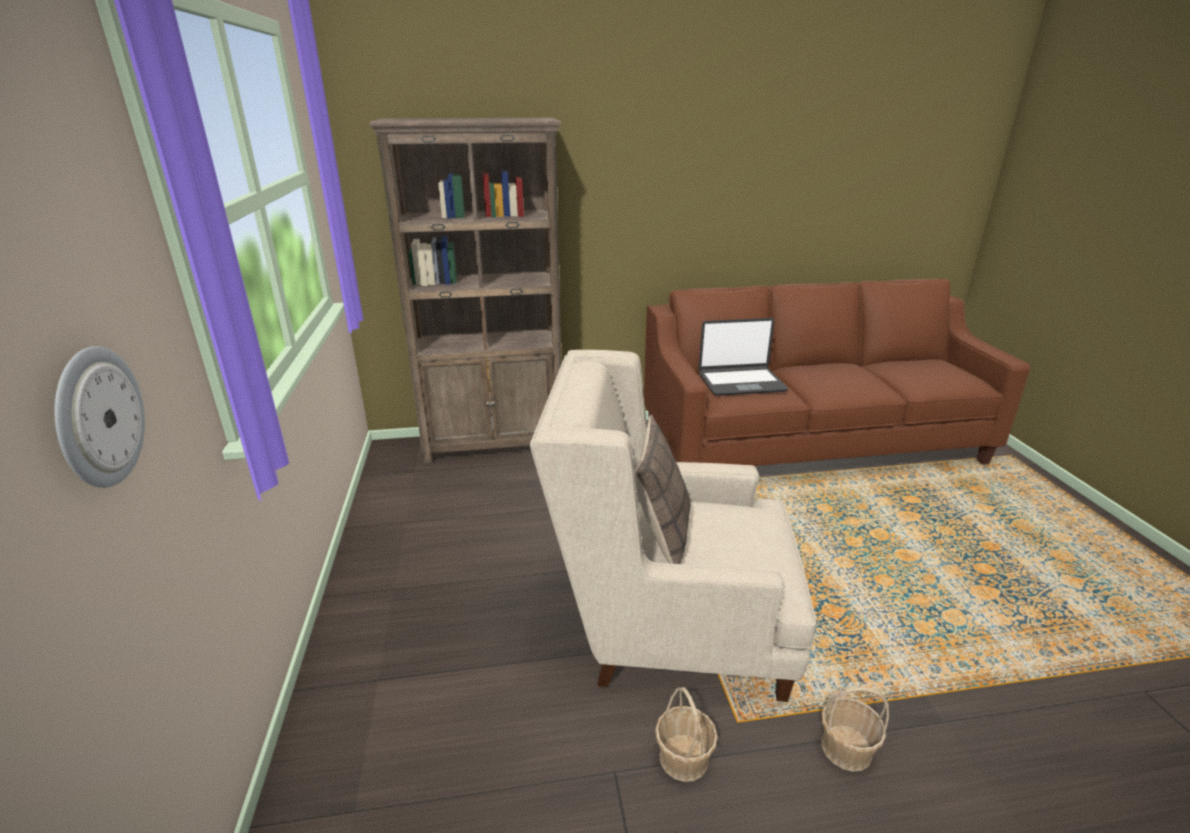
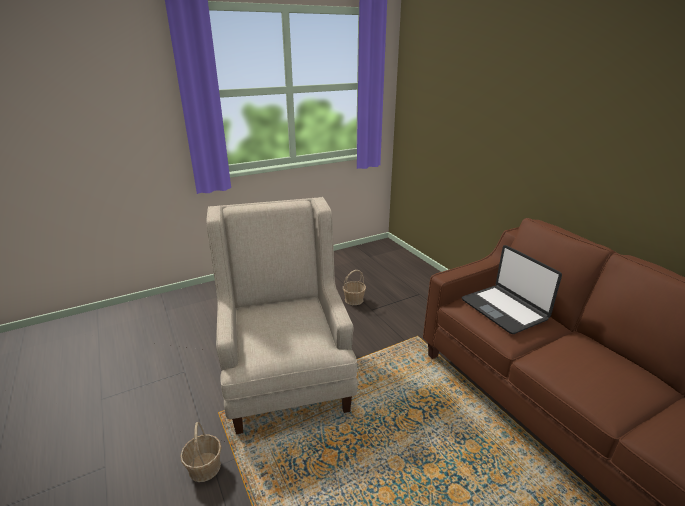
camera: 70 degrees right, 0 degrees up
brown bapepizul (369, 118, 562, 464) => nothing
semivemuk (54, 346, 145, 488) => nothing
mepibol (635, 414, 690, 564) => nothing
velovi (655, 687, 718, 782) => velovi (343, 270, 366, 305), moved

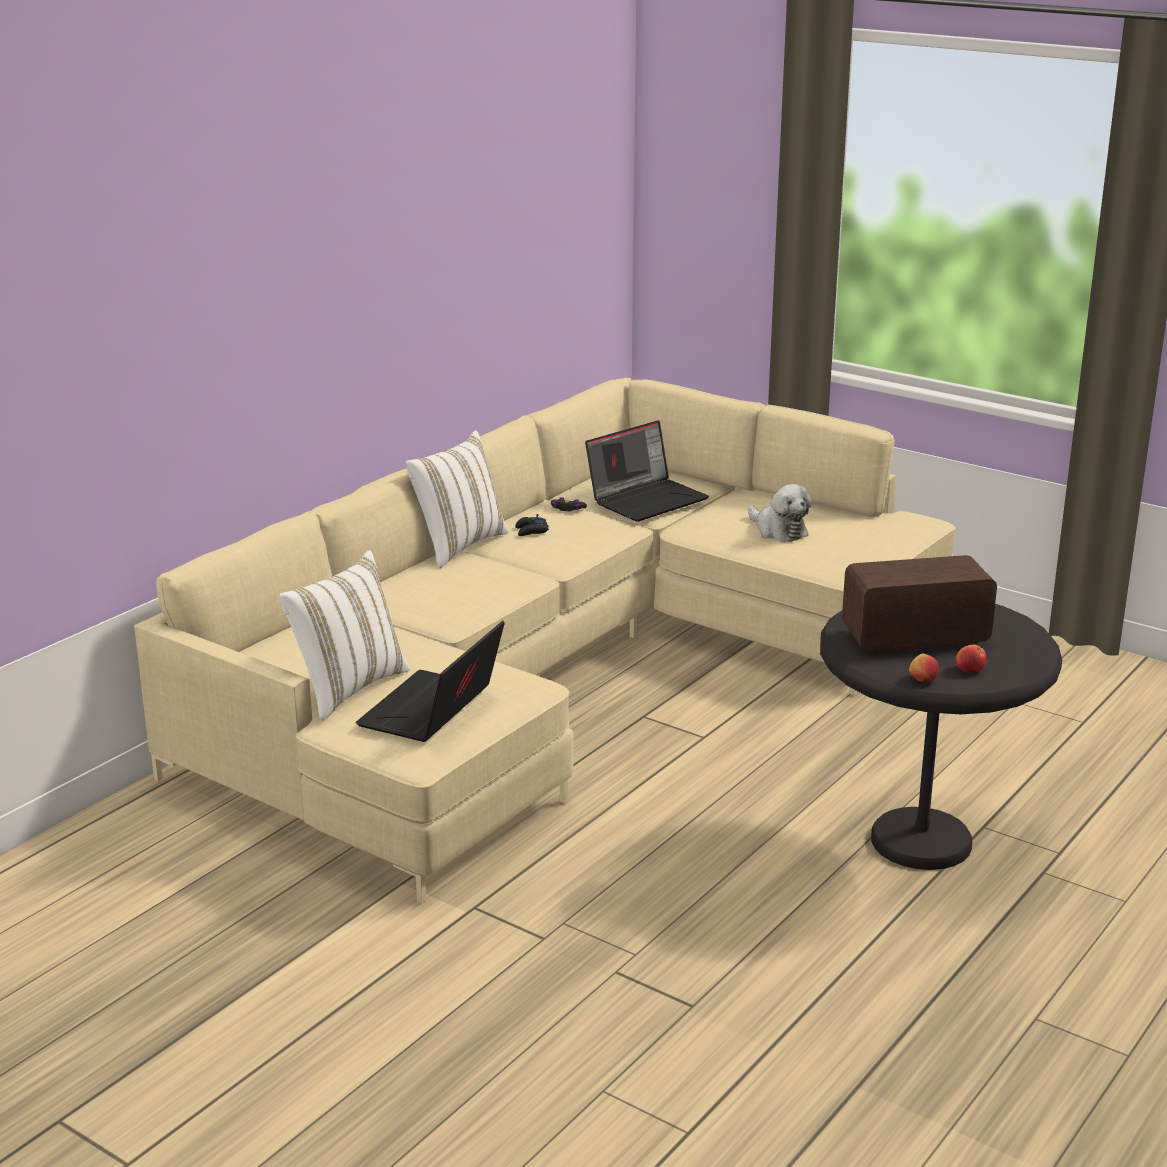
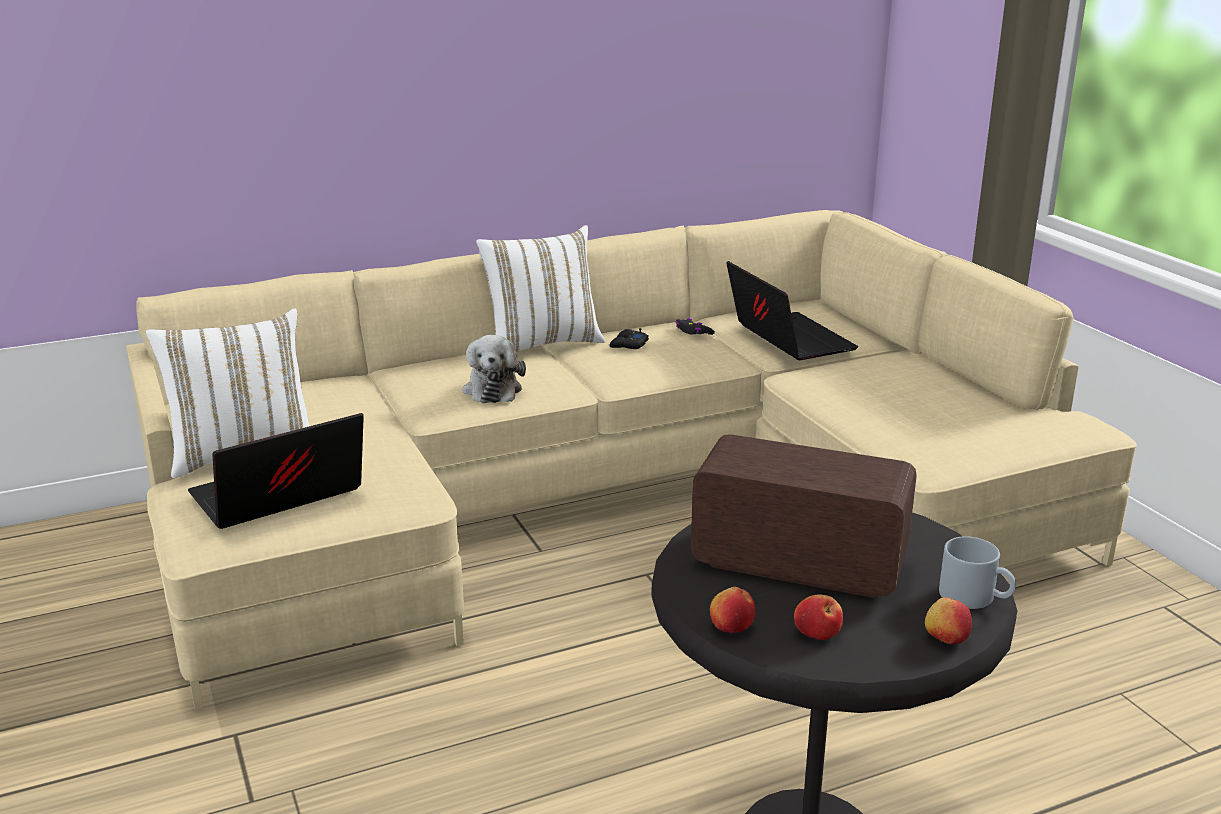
camera: 30 degrees right, 0 degrees up
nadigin (585, 420, 709, 522) => nadigin (726, 261, 858, 360), 105 degrees counterclockwise
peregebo (748, 484, 812, 542) => peregebo (462, 335, 526, 403), moved
nothing => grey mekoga (939, 536, 1016, 609)
nothing => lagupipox (925, 597, 972, 644)

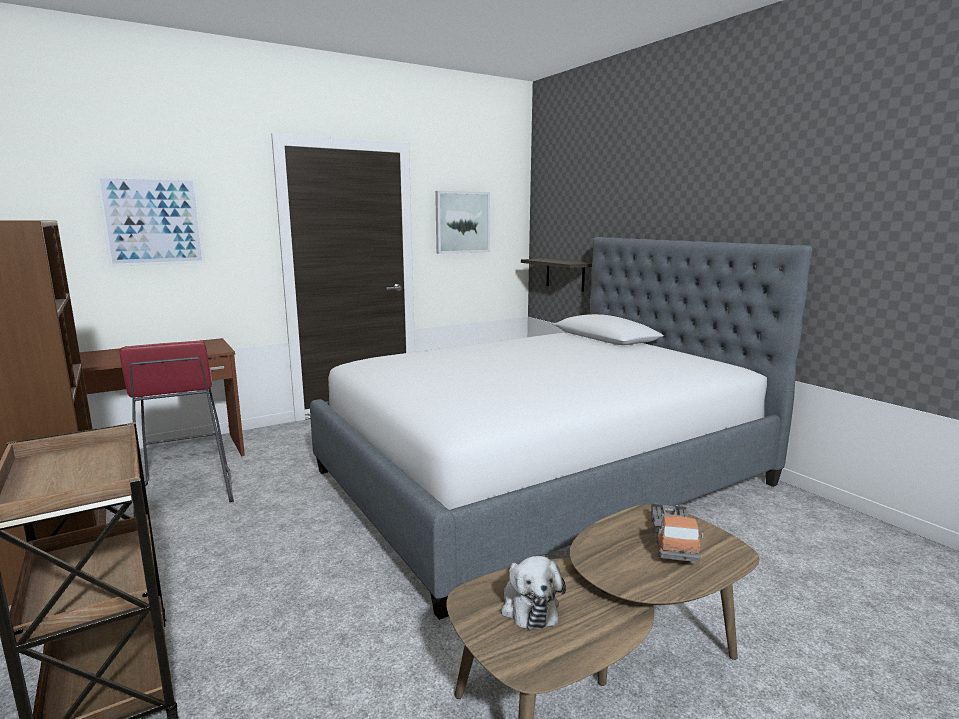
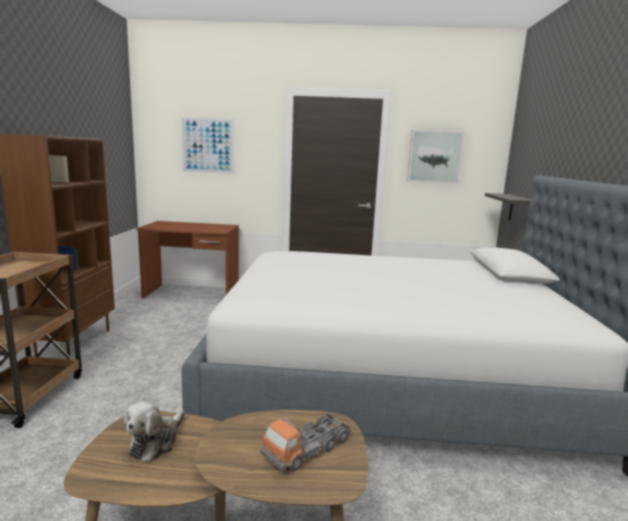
camera: 35 degrees right, 0 degrees up
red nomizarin (119, 341, 234, 517) => nothing

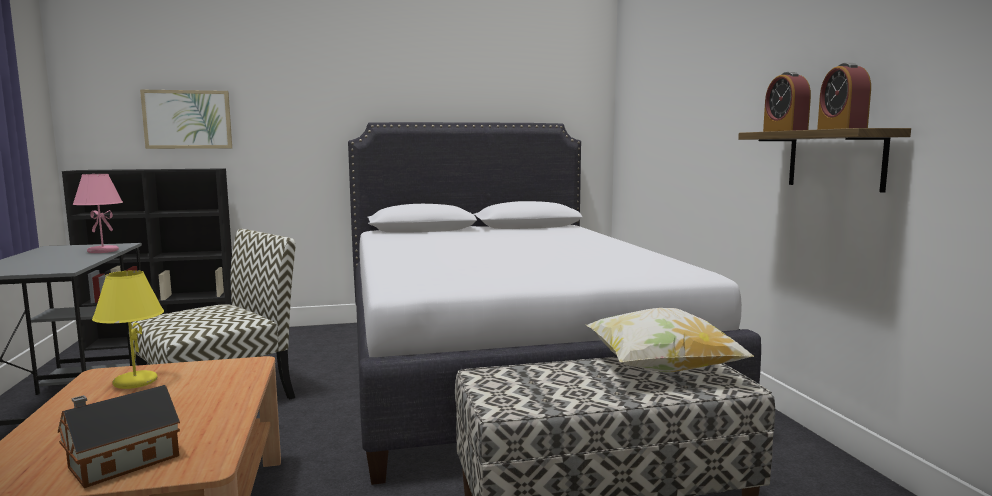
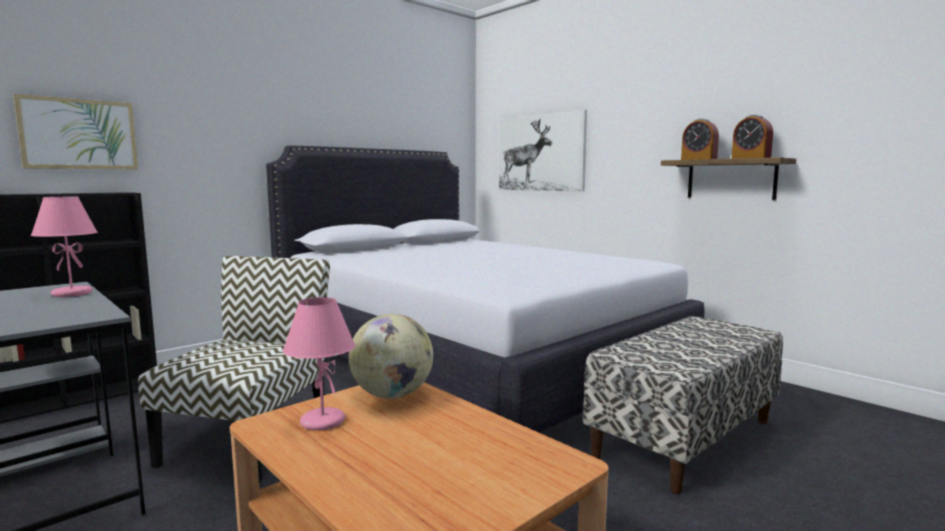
camera: 30 degrees left, 0 degrees up
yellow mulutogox (92, 270, 164, 389) => pink mulutogox (283, 297, 355, 431)
mepibol (586, 308, 754, 373) => nothing
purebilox (58, 385, 180, 488) => nothing
nothing => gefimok (499, 109, 587, 192)
nothing => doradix (349, 314, 433, 399)

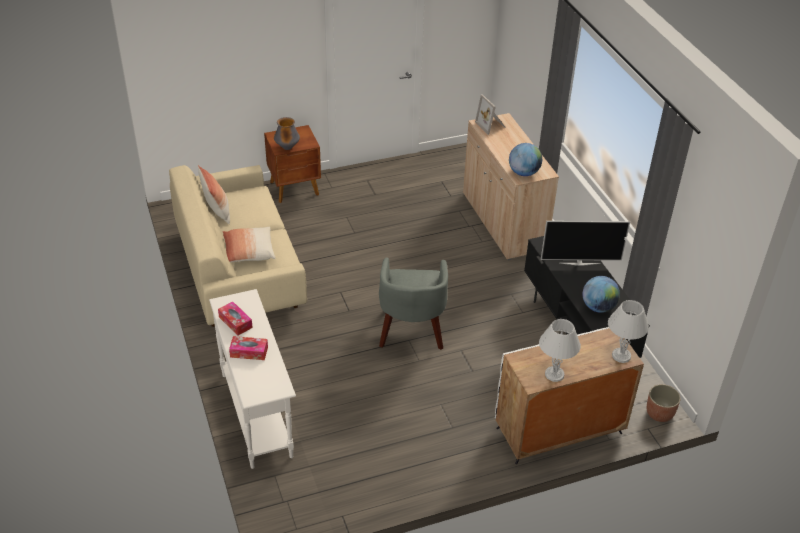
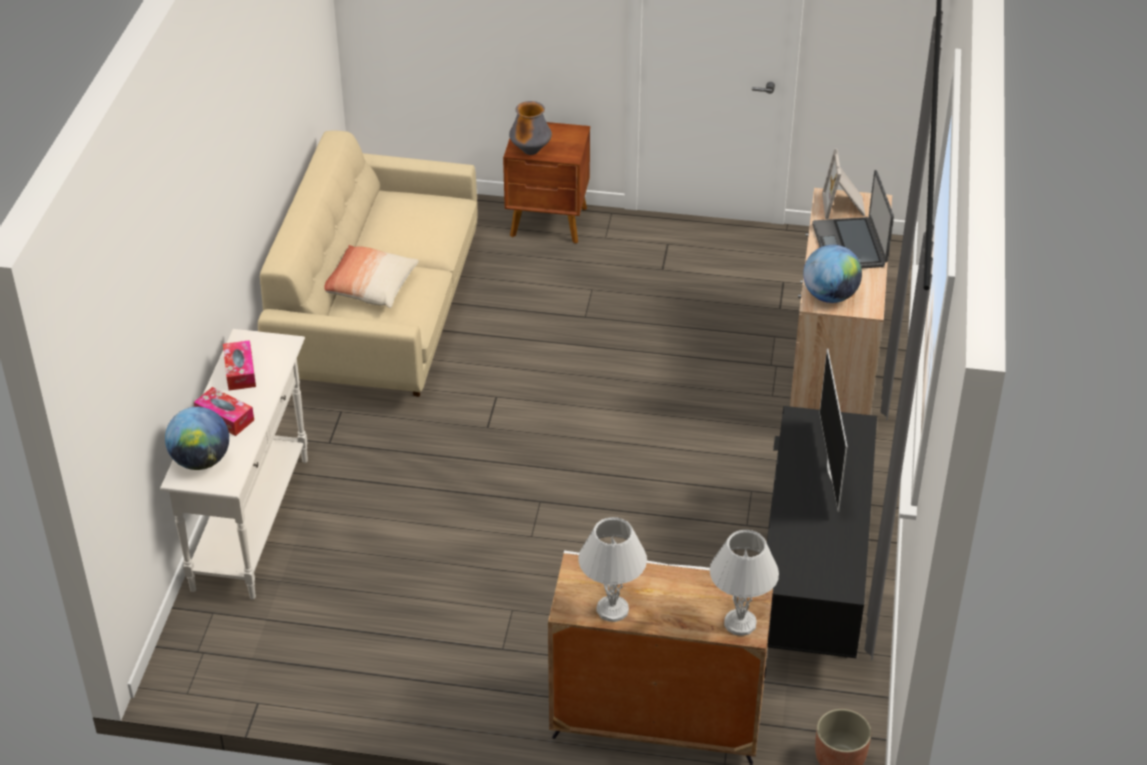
camera: 30 degrees right, 0 degrees up
mepibol (198, 165, 230, 224) => nothing
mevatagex (541, 221, 630, 266) => mevatagex (820, 348, 848, 512), 60 degrees clockwise
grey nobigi (379, 257, 448, 350) => nothing
doradix (583, 276, 620, 313) => doradix (165, 407, 229, 470), moved
nothing => nadigin (812, 170, 894, 268)

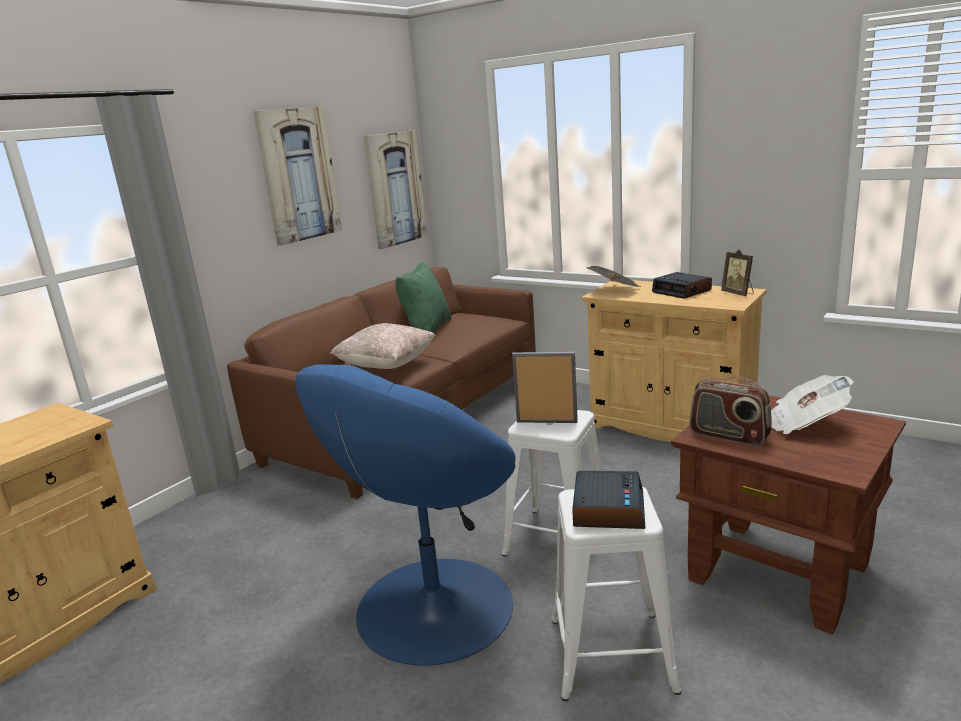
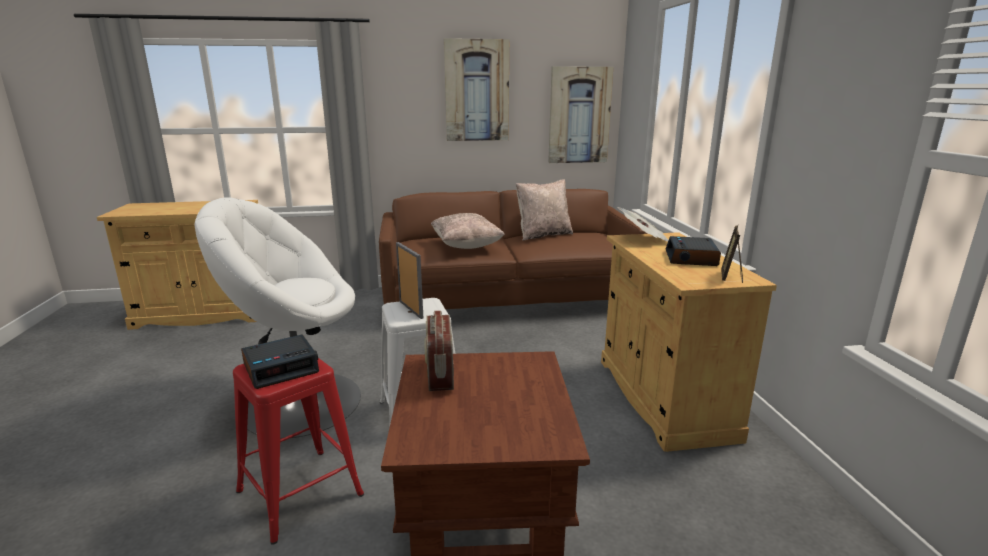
camera: 45 degrees right, 0 degrees up
green mepibol (395, 262, 451, 333) => beige mepibol (516, 179, 573, 241)
blue nobigi (295, 364, 516, 666) => white nobigi (194, 197, 361, 439)
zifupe (771, 375, 854, 434) => nothing
white nomizarin (552, 486, 681, 701) => red nomizarin (233, 358, 364, 545)

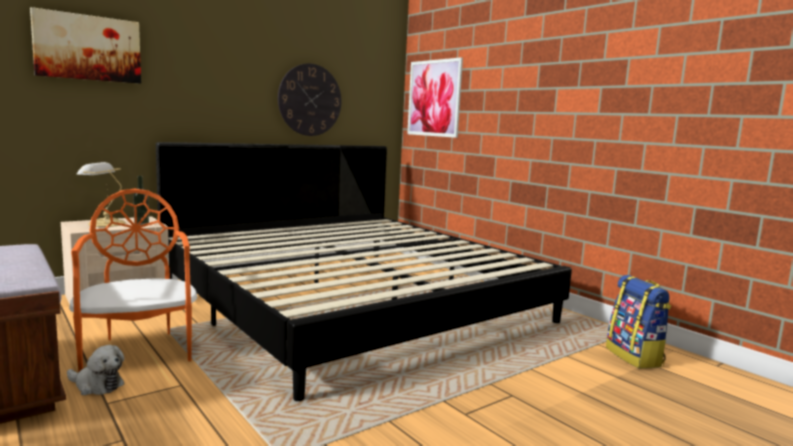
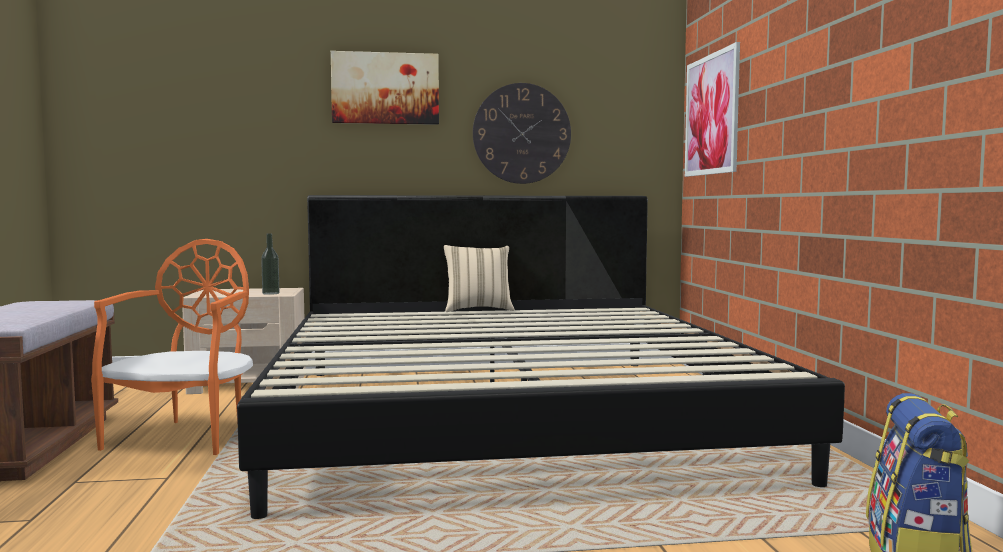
camera: 30 degrees right, 5 degrees down
gefimok (30, 7, 141, 84) => gefimok (331, 51, 439, 125), moved
mulutogox (77, 162, 126, 227) => nothing
peregebo (67, 345, 124, 395) => nothing
nothing => beige mepibol (444, 245, 515, 312)

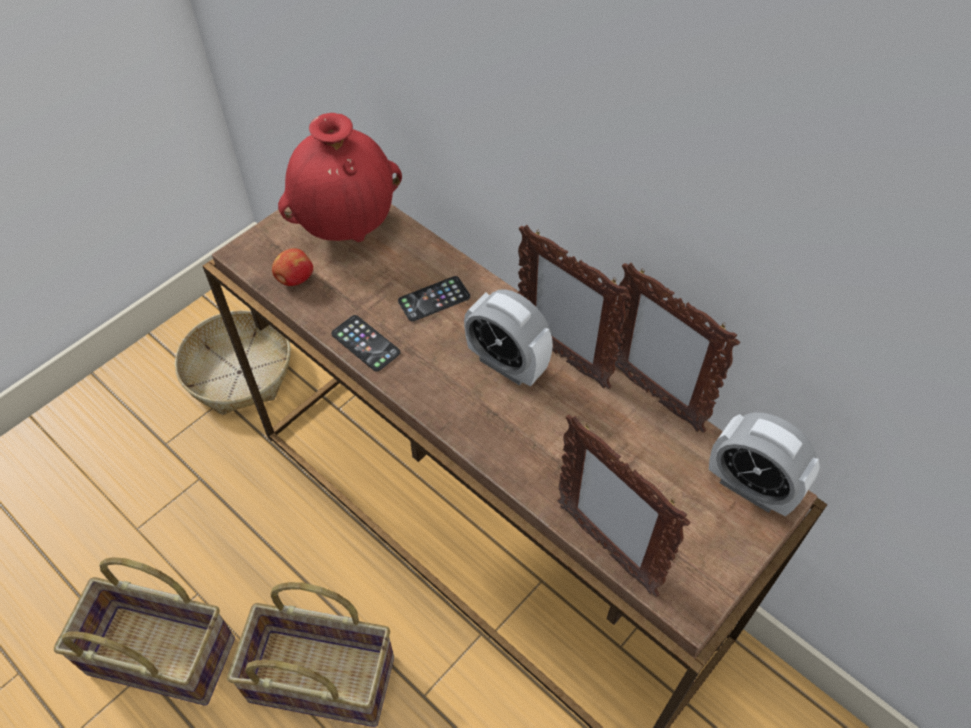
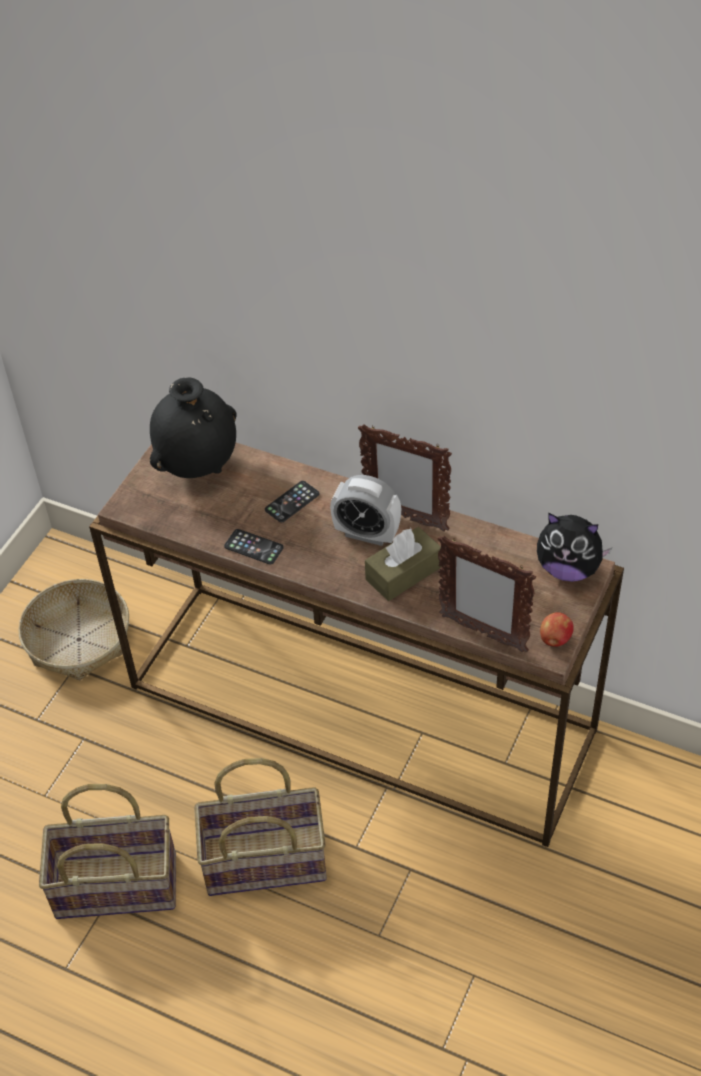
camera: 15 degrees left, 5 degrees down
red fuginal (278, 113, 402, 242) => black fuginal (150, 377, 237, 478)
lagupipox (272, 248, 313, 286) => lagupipox (540, 612, 574, 647), moved
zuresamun (612, 263, 740, 433) => nothing
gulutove (709, 412, 820, 516) => peregebo (537, 512, 612, 582)
nothing => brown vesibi (365, 527, 441, 601)

